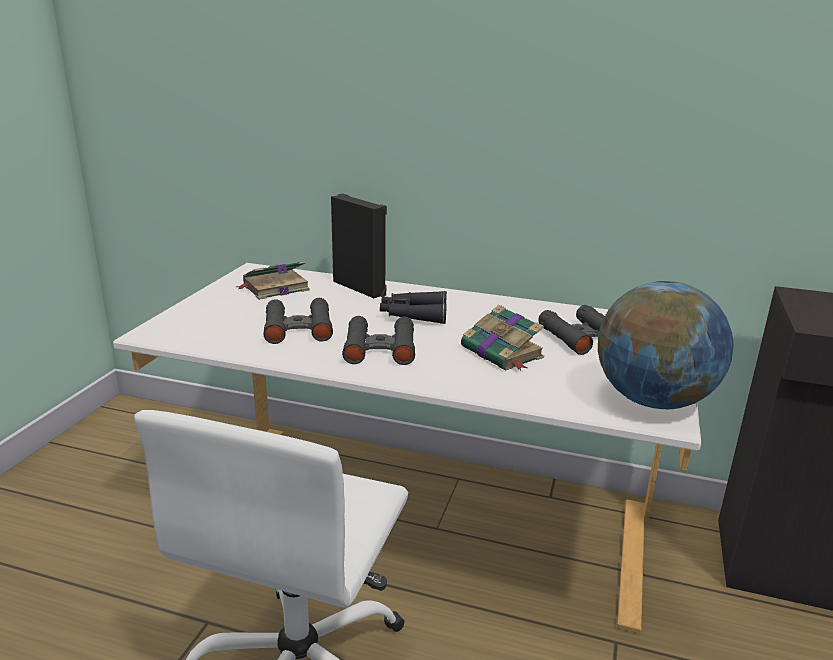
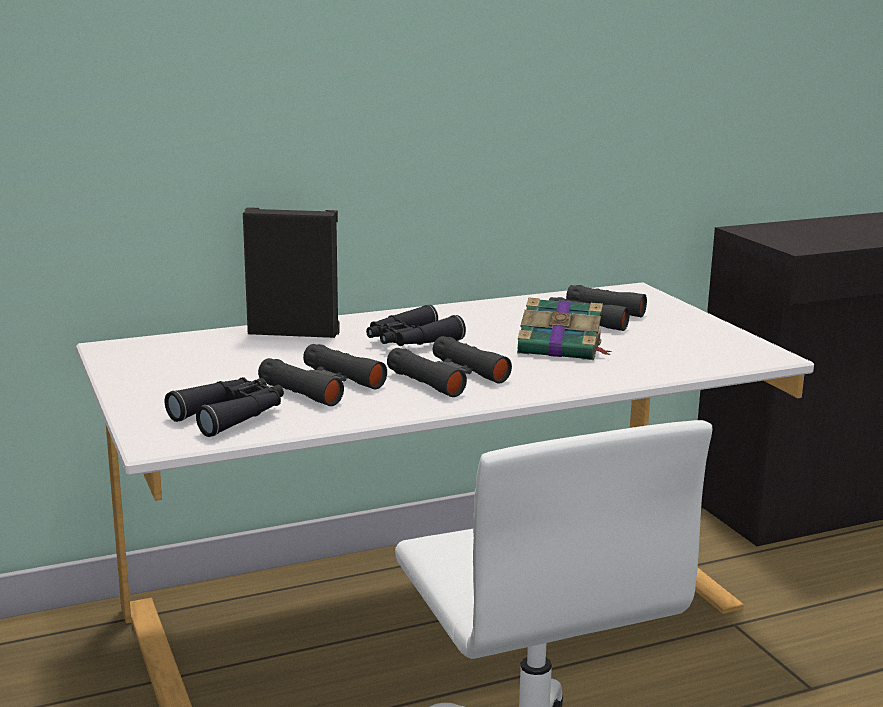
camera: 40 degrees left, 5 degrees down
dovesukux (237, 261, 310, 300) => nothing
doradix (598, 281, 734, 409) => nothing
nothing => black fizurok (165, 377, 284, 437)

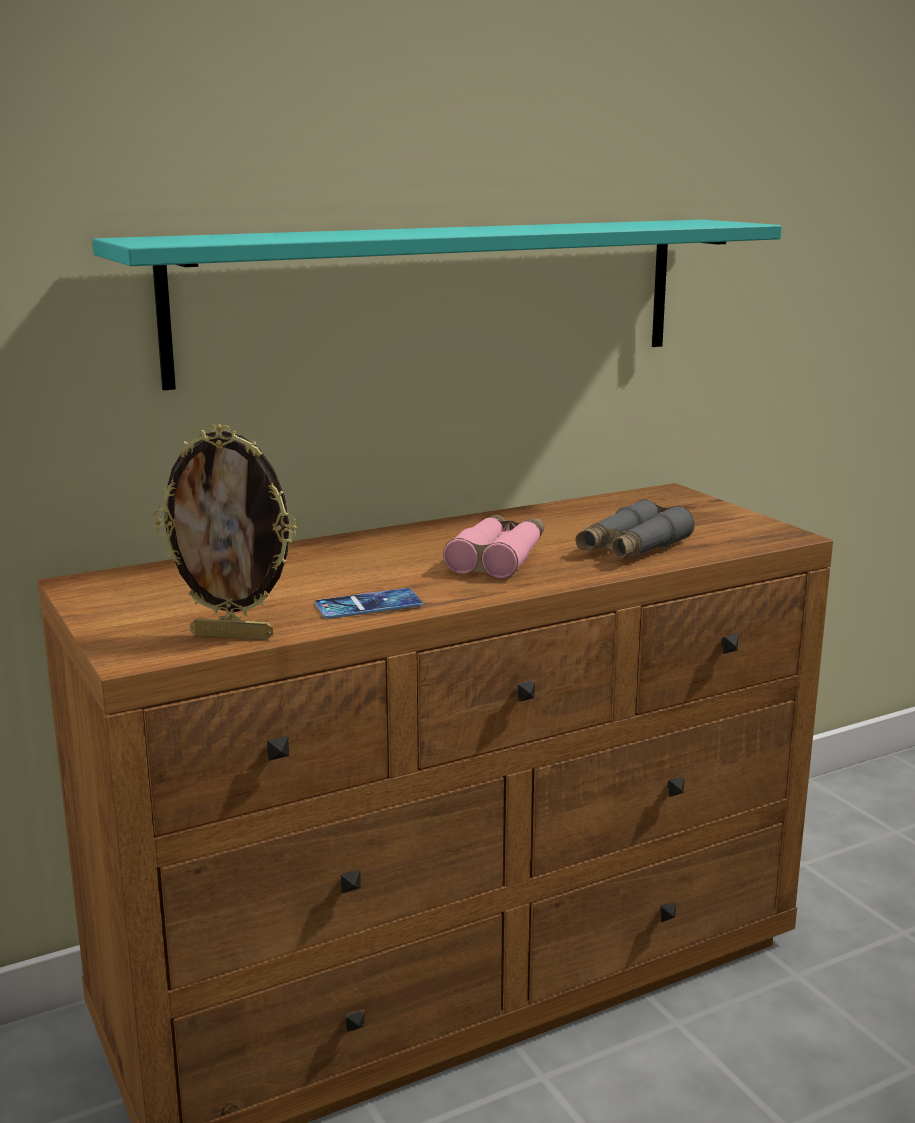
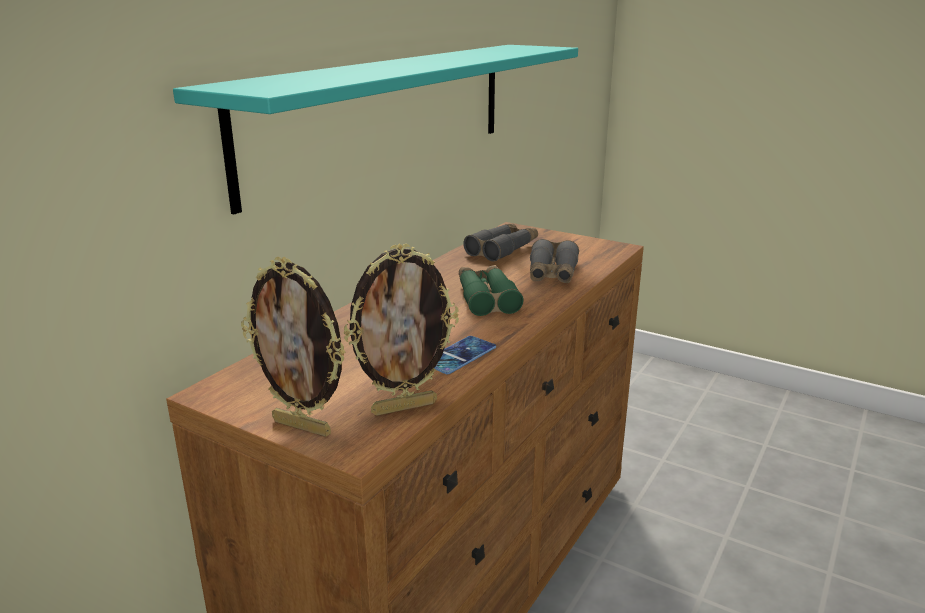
camera: 30 degrees left, 5 degrees up
pink fizurok (443, 514, 544, 579) => green fizurok (459, 265, 524, 316)
nothing => grey fizurok (463, 223, 538, 262)
nothing => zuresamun (241, 257, 346, 437)

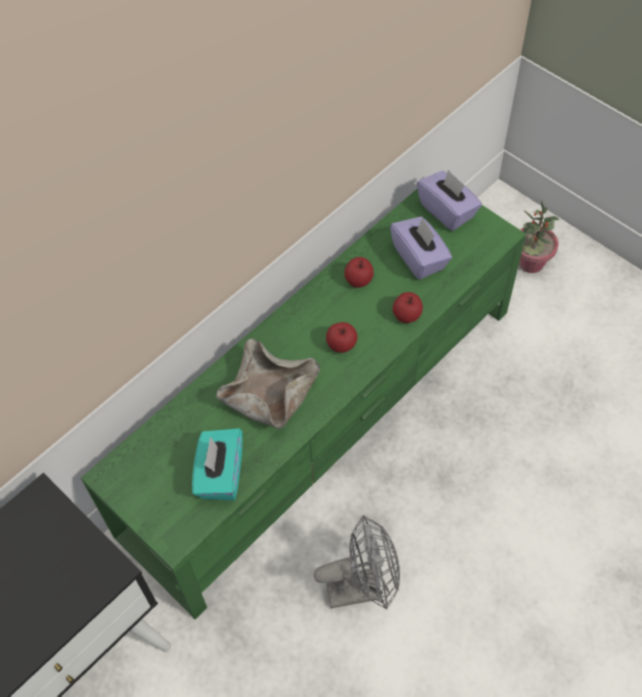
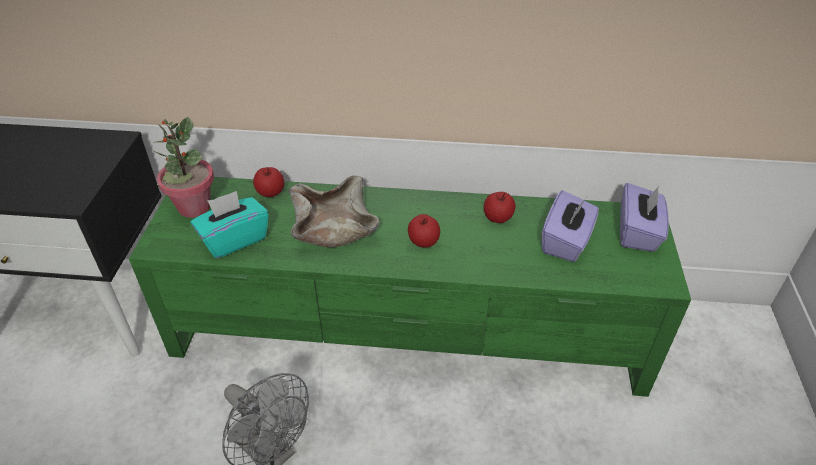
camera: 50 degrees right, 15 degrees down
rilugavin (519, 200, 559, 273) => rilugavin (154, 117, 214, 218), moved
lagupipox (393, 292, 423, 323) => lagupipox (253, 167, 284, 197), moved

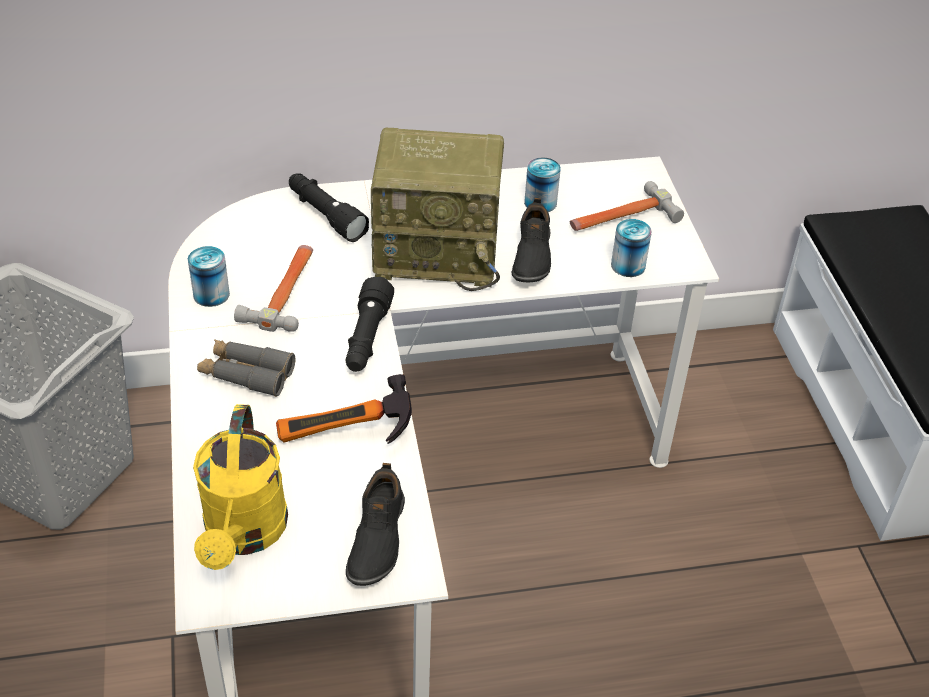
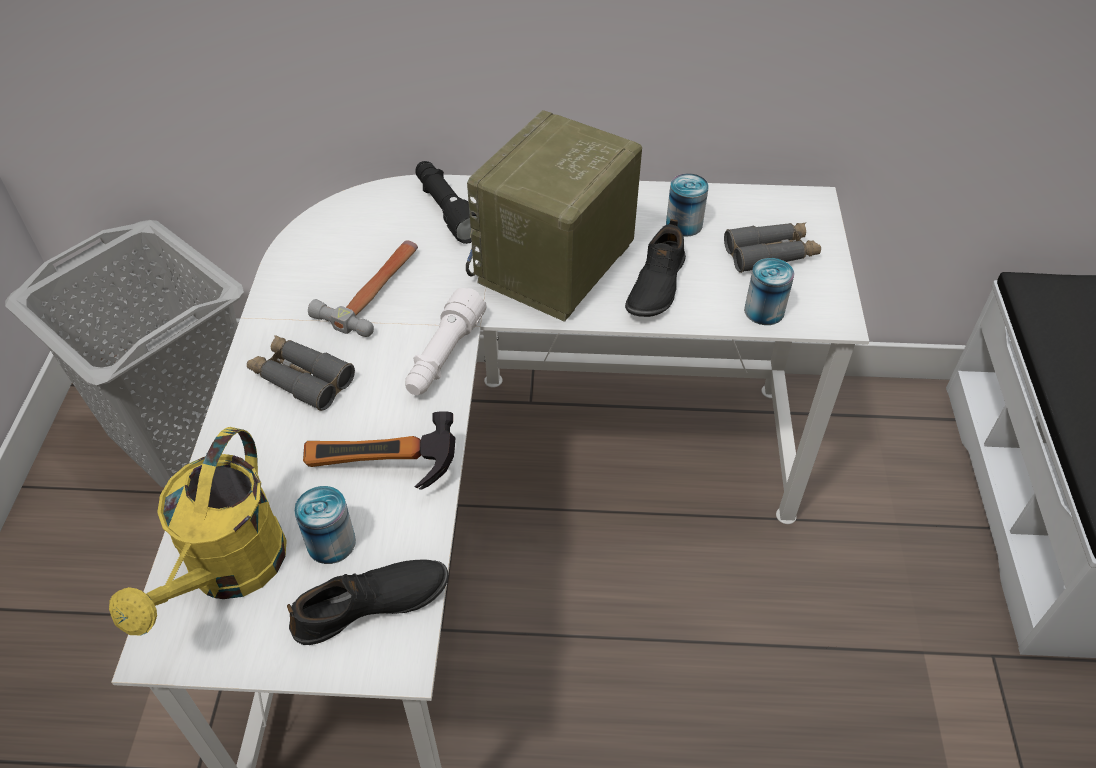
camera: 15 degrees right, 5 degrees up
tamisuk (371, 128, 504, 291) => tamisuk (466, 110, 642, 322), 105 degrees clockwise
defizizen (570, 181, 684, 231) => grey fizurok (724, 223, 821, 273)
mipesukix (188, 246, 230, 307) => mipesukix (294, 486, 356, 564), moved
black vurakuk (345, 276, 394, 372) => white vurakuk (405, 288, 487, 395)
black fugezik (346, 463, 405, 586) => black fugezik (287, 560, 448, 645), 135 degrees counterclockwise

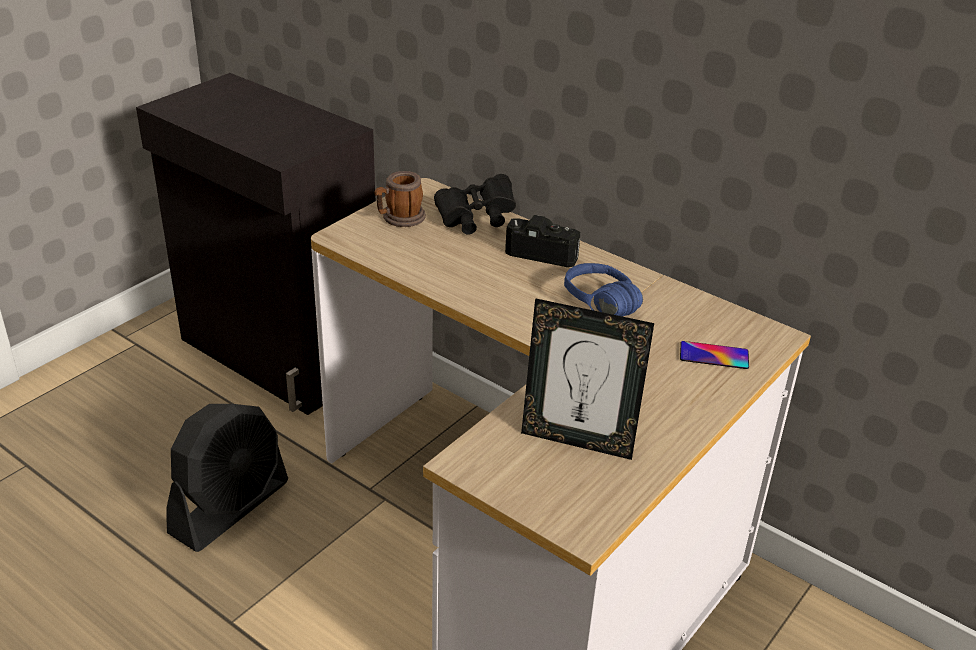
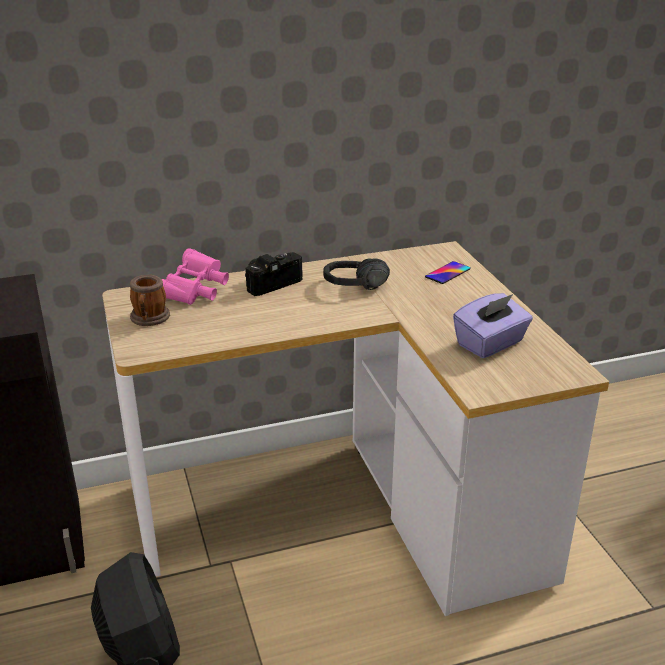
camera: 55 degrees left, 5 degrees down
black fizurok (434, 174, 516, 235) => pink fizurok (162, 248, 229, 305)
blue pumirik (564, 263, 643, 317) => black pumirik (323, 258, 390, 290)
zuresamun (521, 298, 654, 460) => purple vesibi (453, 293, 533, 358)

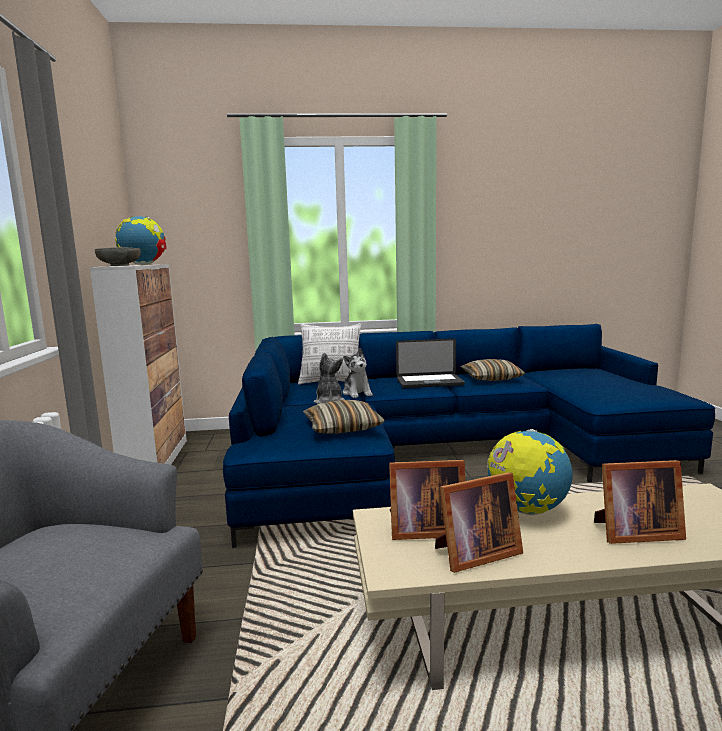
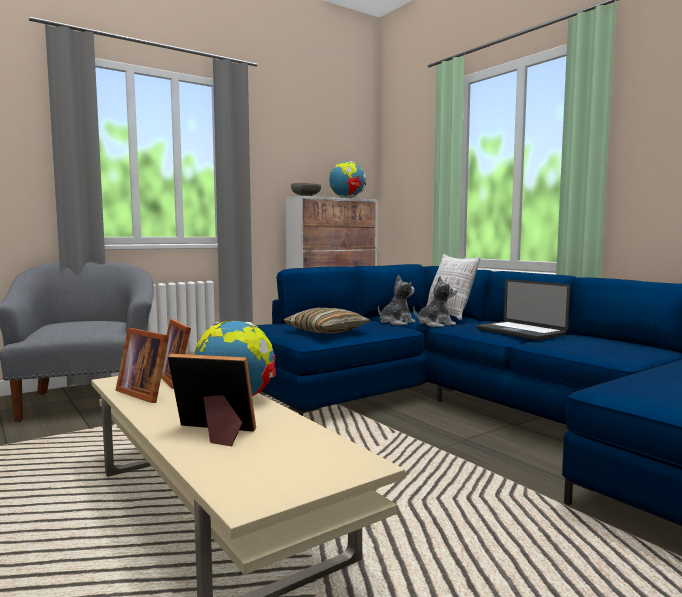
camera: 60 degrees right, 5 degrees down
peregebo (343, 348, 373, 398) => peregebo (413, 276, 457, 327), 150 degrees counterclockwise
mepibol (461, 359, 525, 381) => nothing
zuresamun (594, 460, 686, 544) => zuresamun (168, 354, 256, 446), 135 degrees clockwise

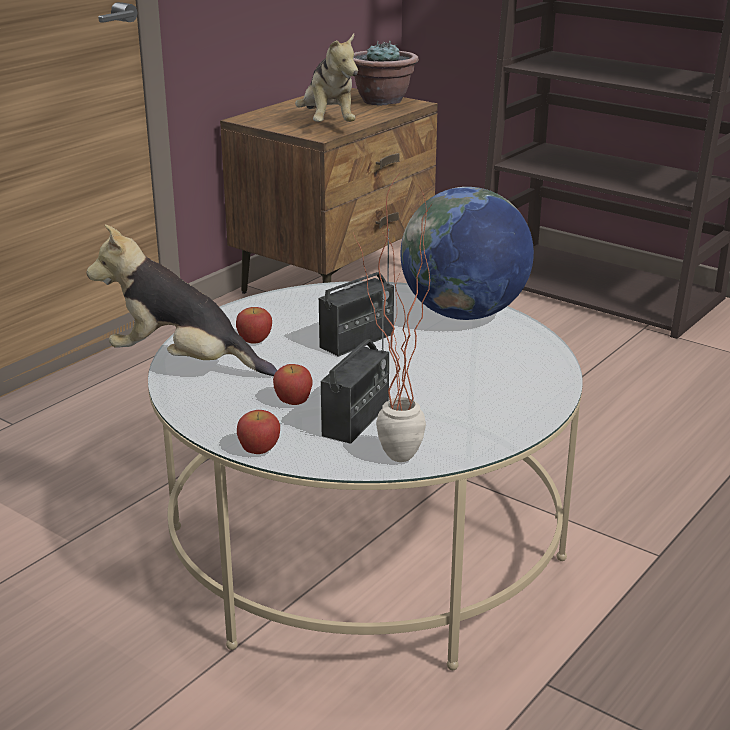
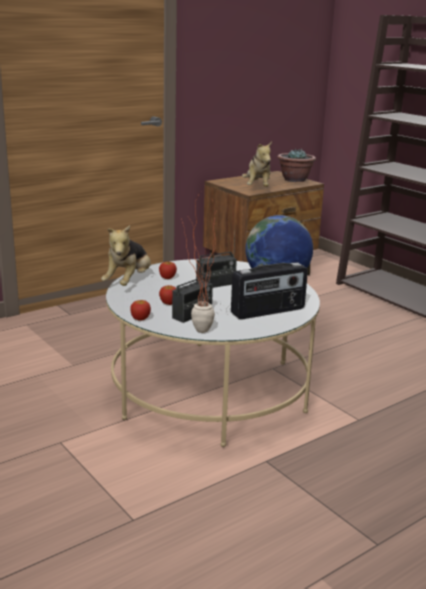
camera: 15 degrees right, 5 degrees down
peregebo (87, 224, 277, 376) => peregebo (101, 225, 151, 286), 105 degrees counterclockwise
nothing => tamisuk (231, 262, 308, 319)

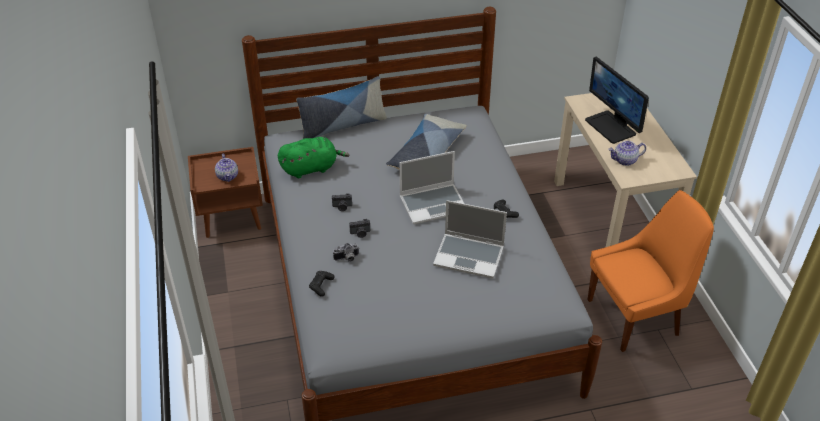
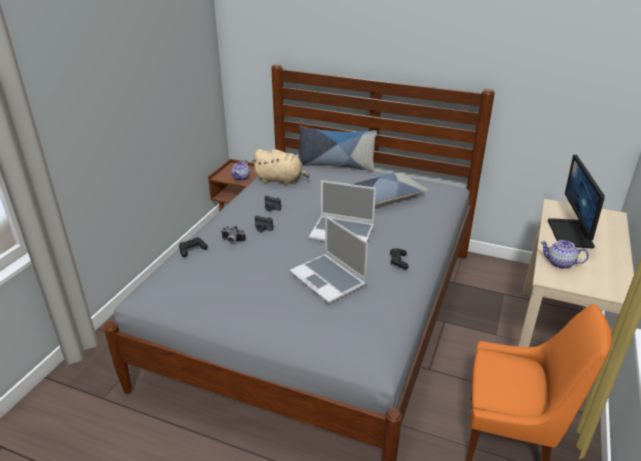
camera: 35 degrees right, 10 degrees down
green peregebo (278, 137, 350, 178) => beige peregebo (252, 149, 310, 185)

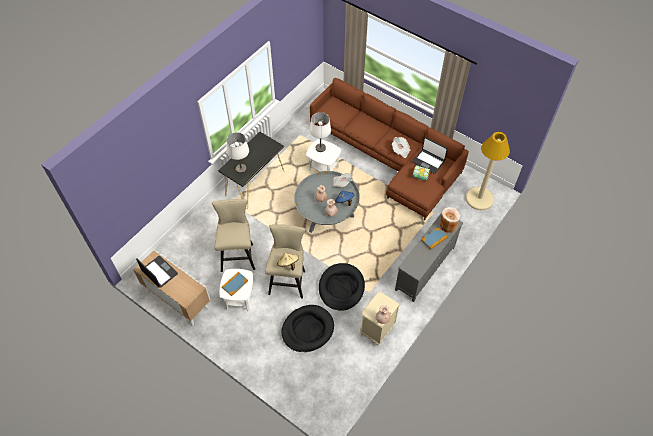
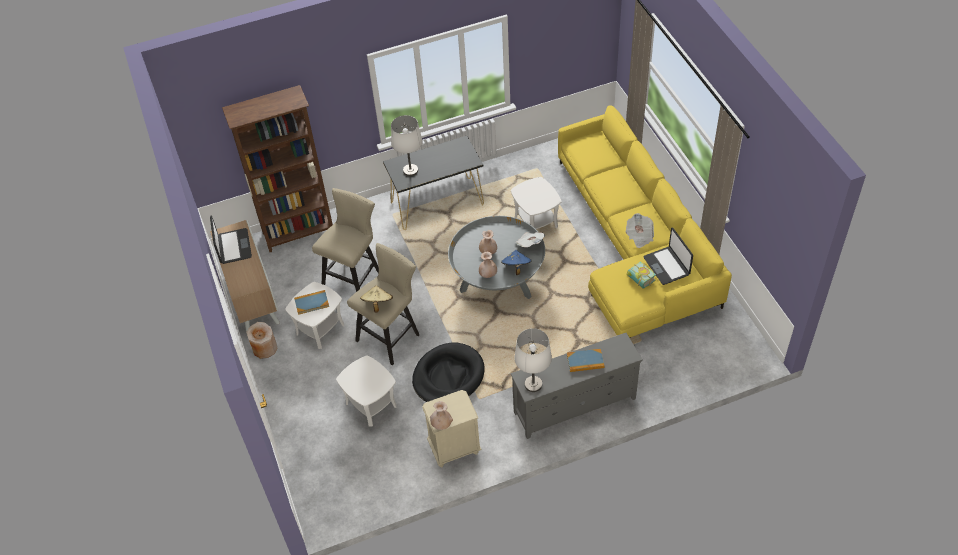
camera: 35 degrees right, 5 degrees down
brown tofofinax (310, 78, 469, 220) => yellow tofofinax (558, 106, 732, 338)
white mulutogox (310, 112, 331, 152) => white mulutogox (514, 328, 552, 392), moved
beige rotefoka (466, 132, 510, 210) => nothing
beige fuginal (440, 207, 460, 233) => beige fuginal (247, 322, 277, 359), moved
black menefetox (281, 305, 334, 352) => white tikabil (336, 356, 397, 427)
nothing => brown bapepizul (222, 85, 333, 252)

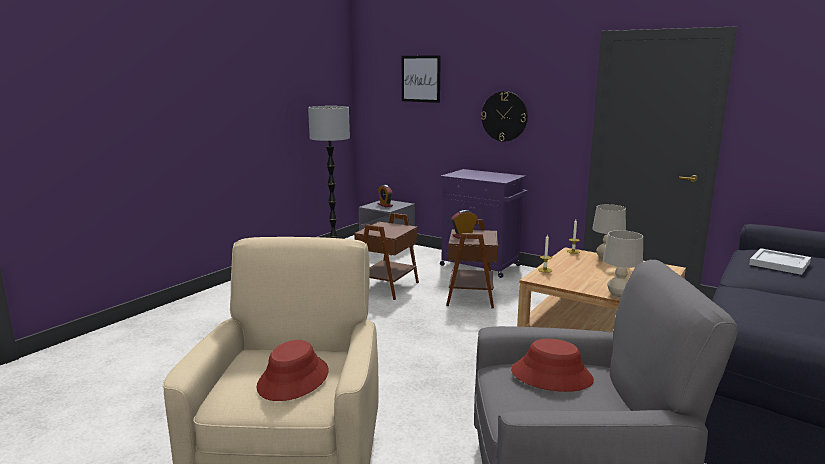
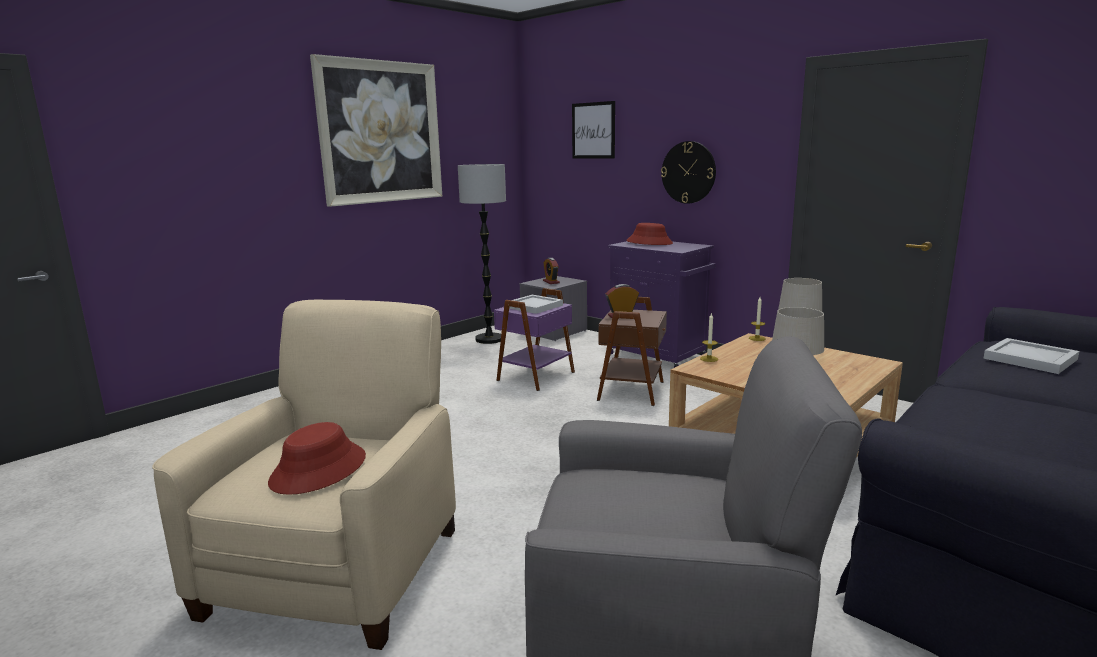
camera: 10 degrees right, 0 degrees up
brown tikabil (354, 213, 419, 300) => purple tikabil (494, 288, 575, 391)
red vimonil (511, 339, 594, 392) => red vimonil (626, 223, 673, 245), moved
nothing => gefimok (310, 54, 442, 207)
nothing => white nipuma (509, 295, 563, 314)

